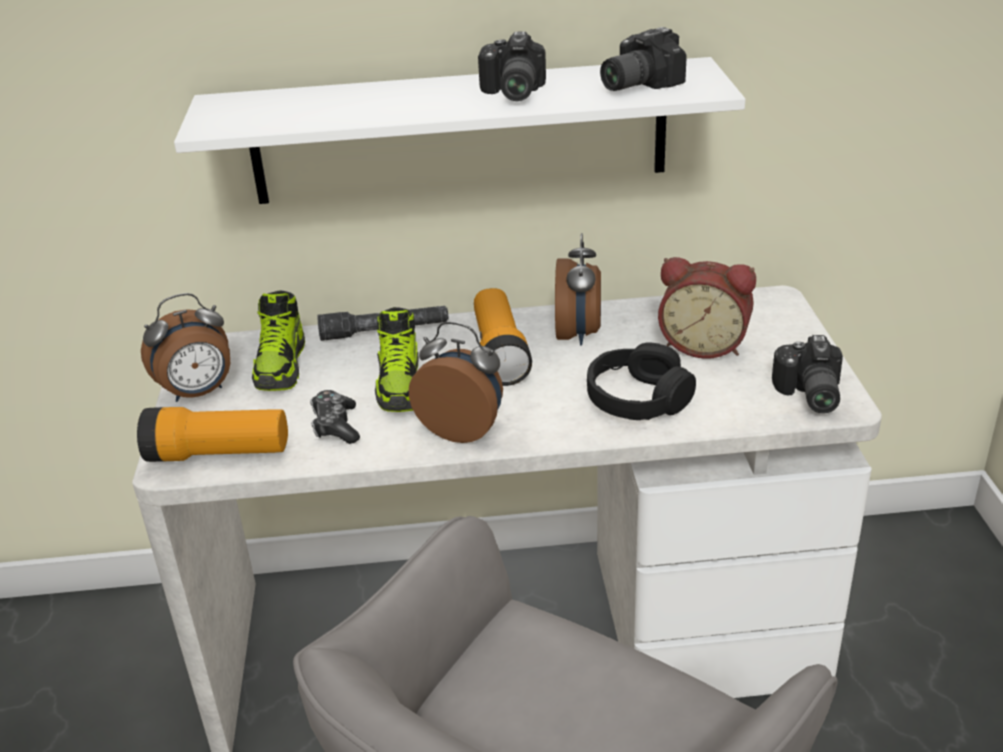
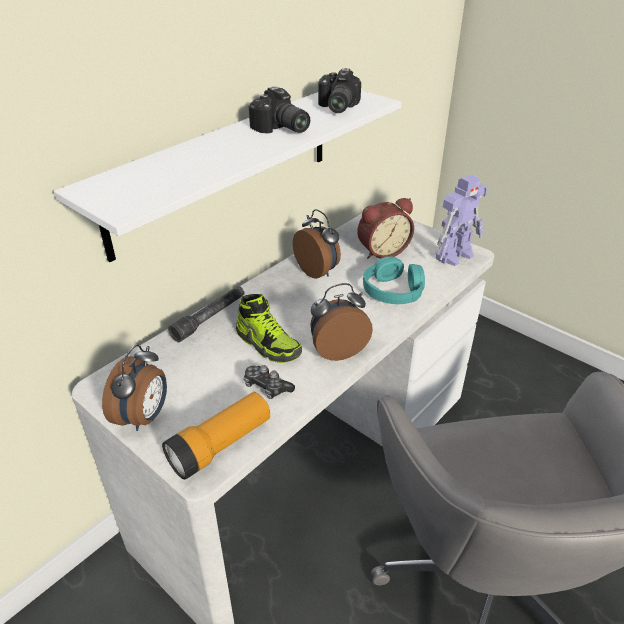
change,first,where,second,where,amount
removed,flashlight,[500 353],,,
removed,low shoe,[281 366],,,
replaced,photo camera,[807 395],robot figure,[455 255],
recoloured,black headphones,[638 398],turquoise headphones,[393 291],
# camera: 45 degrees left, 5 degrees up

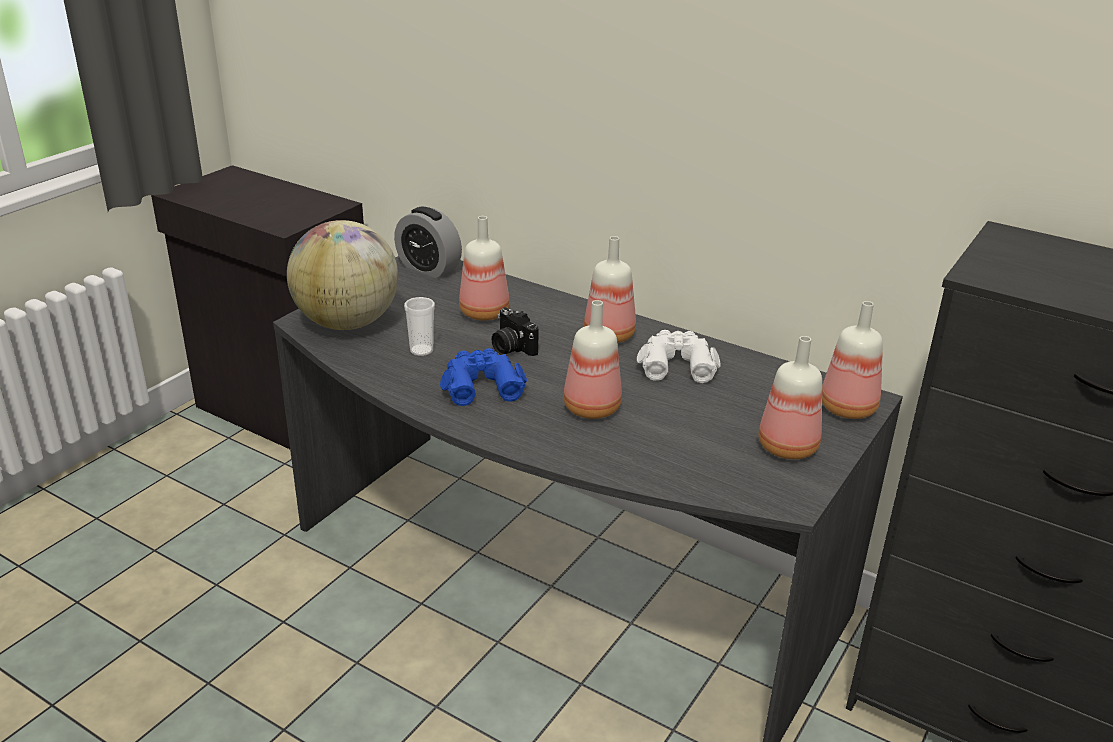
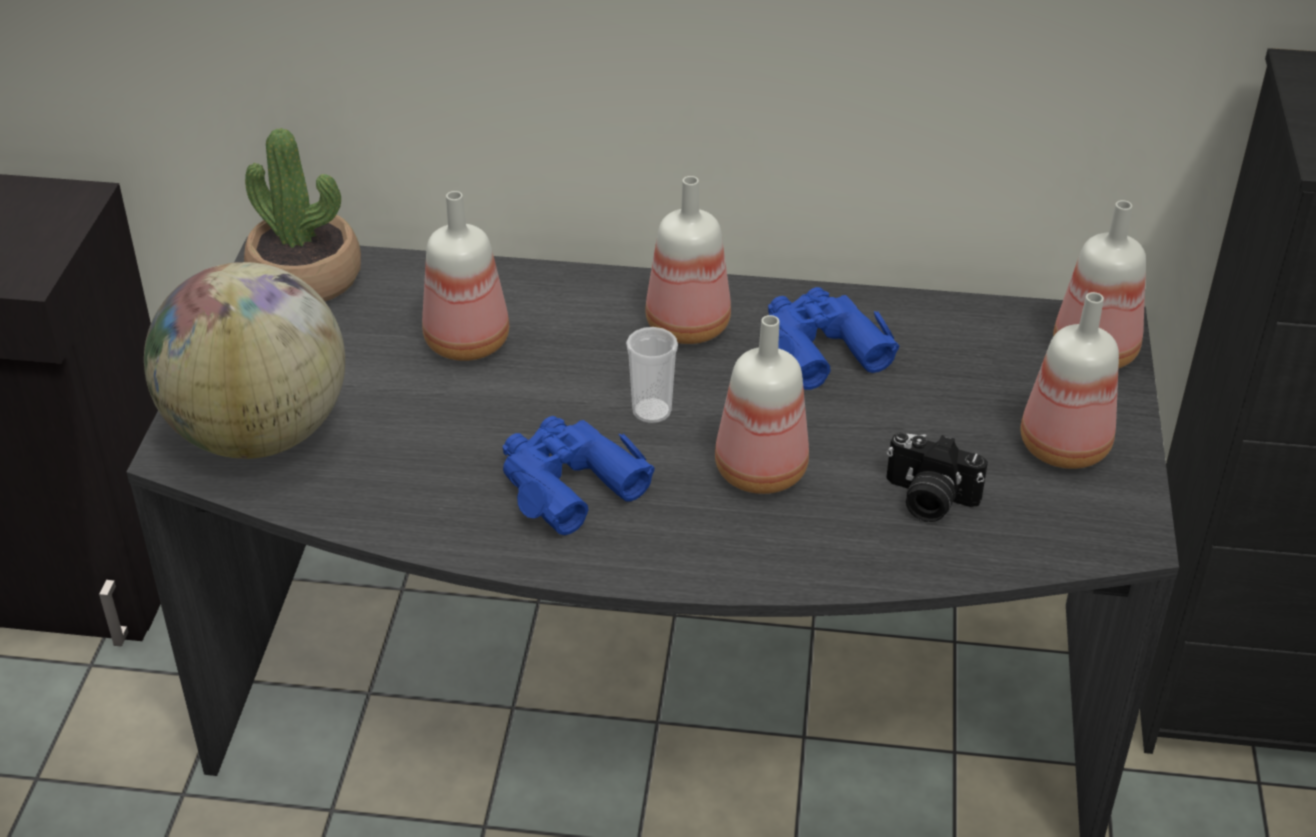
change,first,where,second,where,amount
replaced,alarm clock,[428 268],potted plant,[306 277],
moved,small cup,[421 350],,[651 411],
moved,photo camera,[511 347],,[928 500],
recoloured,whitish field glasses,[677 363],blue field glasses,[820 348],
# camera: 25 degrees left, 10 degrees up

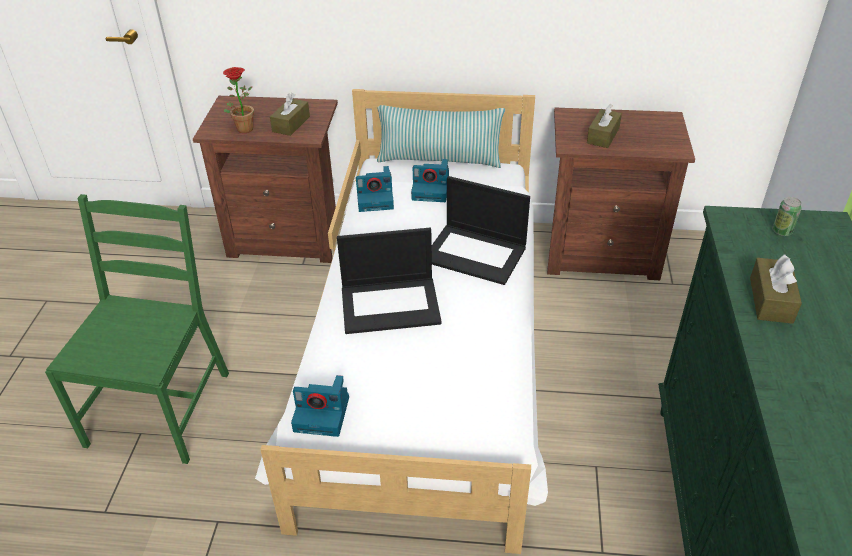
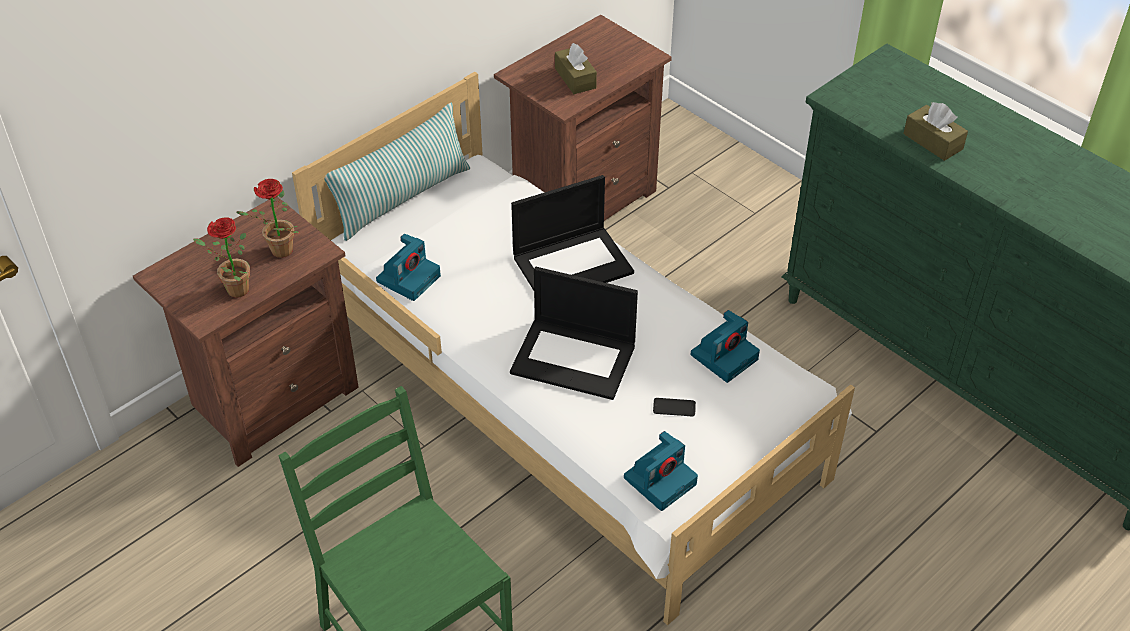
change,first,where,second,where,amount
replaced,brownish box of tissues,[291 124],potted plant,[277 252],
moved,photo camera,[432 190],,[724 356],
removed,sealed can,[782 231],,,
turned,portable computer,[391 304],,[575 358],75 degrees clockwise
added,,,handset,[674 407],
# camera: 50 degrees left, 5 degrees up

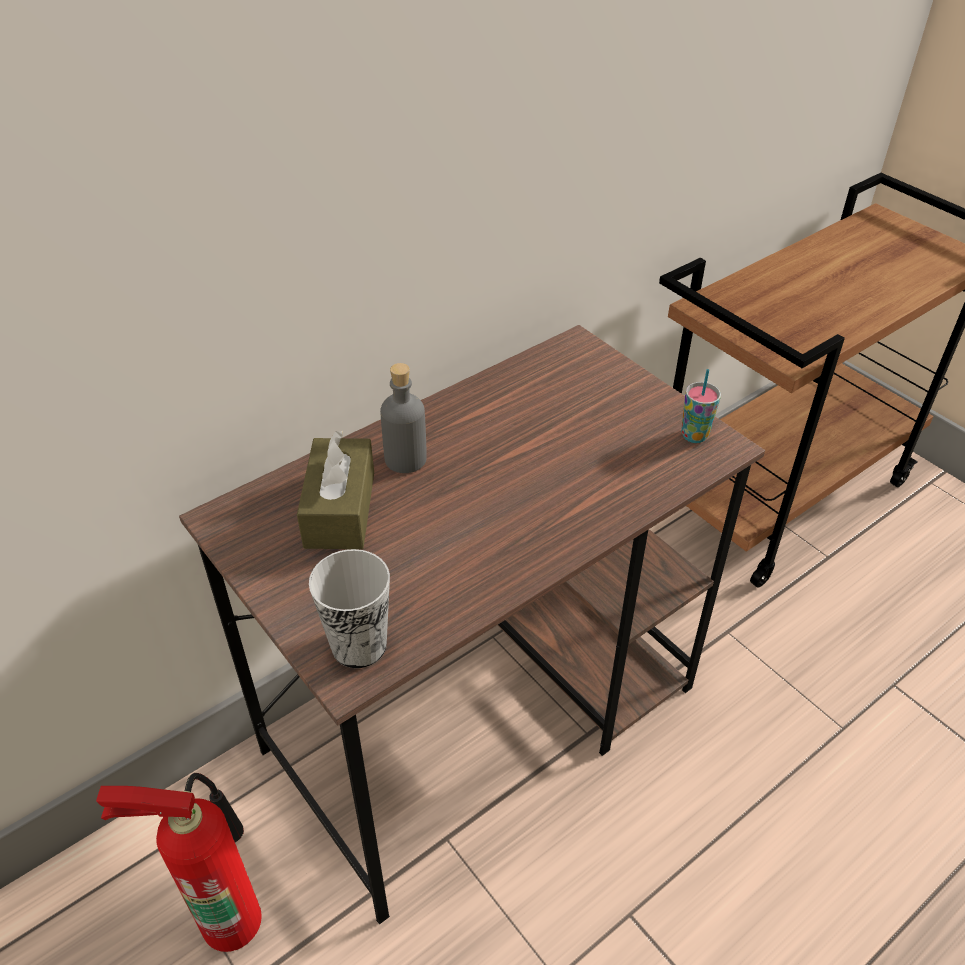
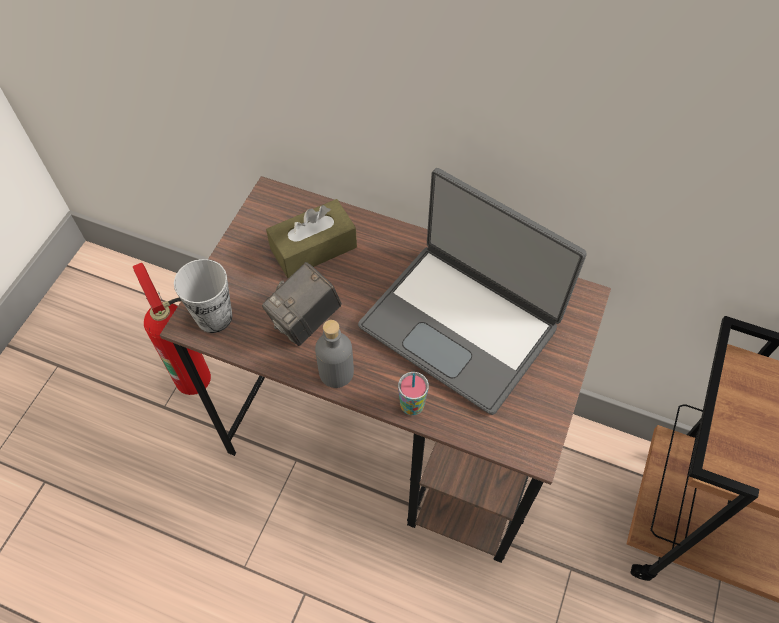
change,first,where,second,where,amount
moved,grey bottle,[405 459],,[336 372],
moved,small cup,[694 435],,[412 406],
added,,,portable computer,[461 325],
added,,,photo camera,[306 321],
# camera: 60 degrees right, 15 degrees up

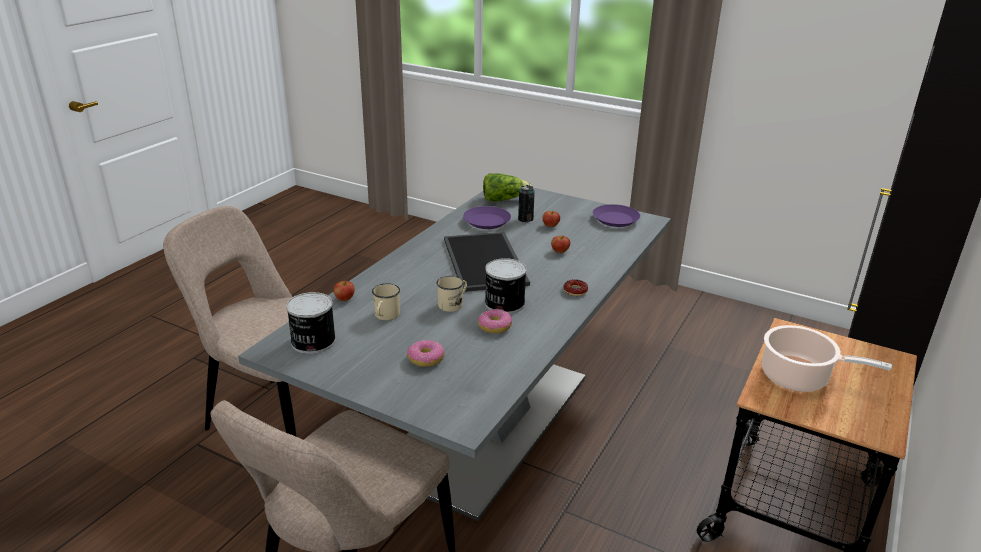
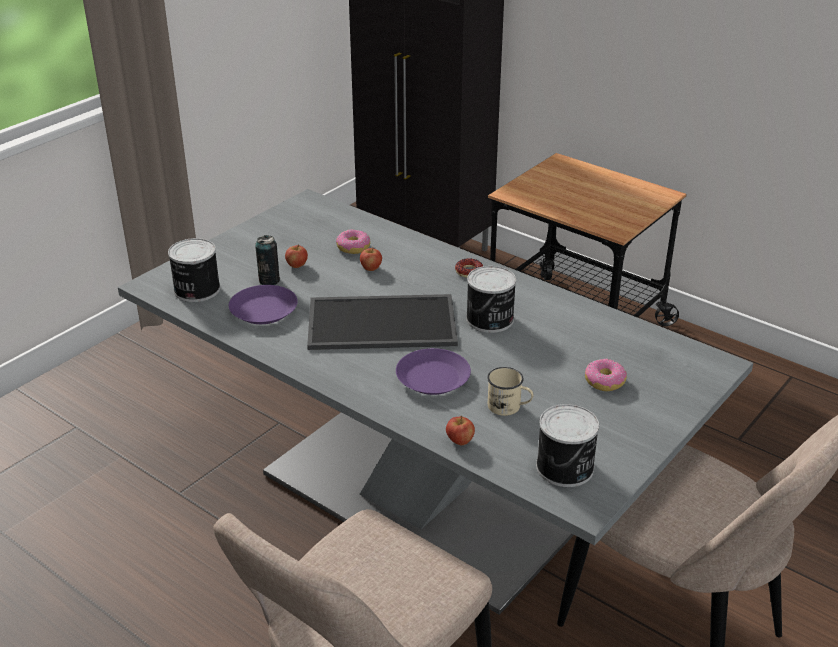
change,first,where,second,where,amount
replaced,head of lettuce,[504 199],sealed can,[196 290],
moved,purplish flat dish,[615 220],,[433 378],
removed,beige tea mug,[453 304],,,
moved,doughnut,[495 326],,[353 247],
removed,cooking pot,[799 378],,,
# camera: 80 degrees left, 5 degrees up

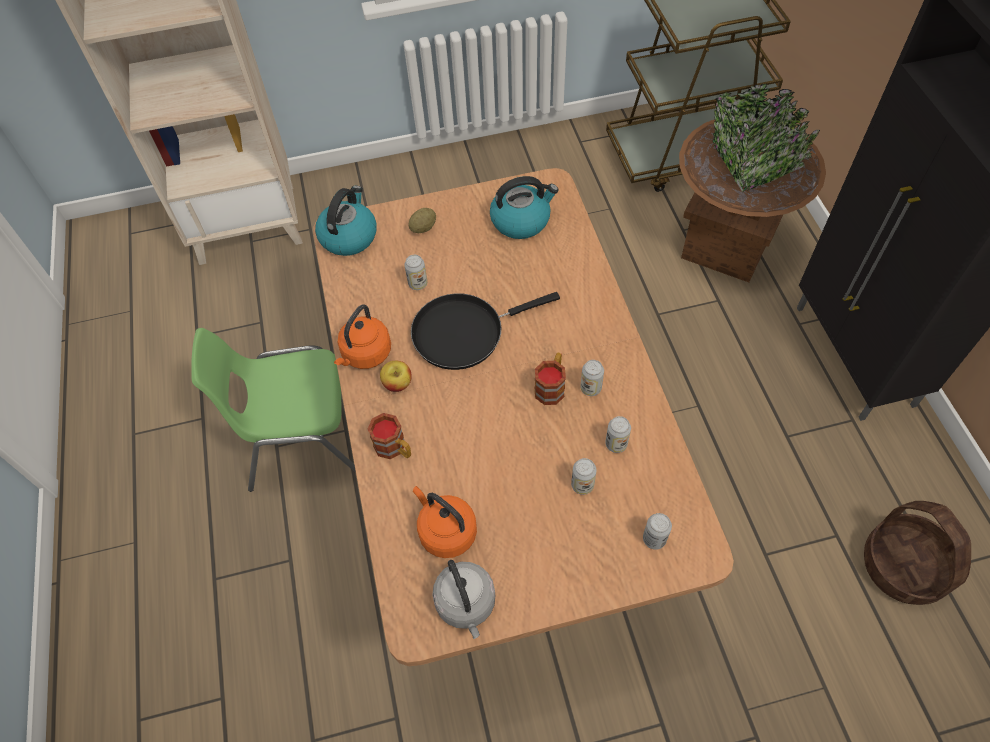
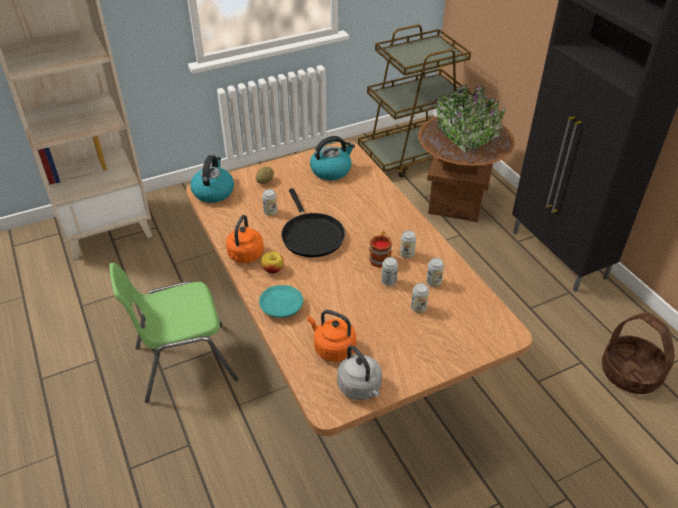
change,first,where,second,where,amount
turned,black frying pan,[464 332],,[311 235],75 degrees counterclockwise
replaced,tea mug,[394 448],turquoise flat dish,[282 306],
moved,sealed can,[654 539],,[388 281],
# camera: 15 degrees left, 15 degrees down

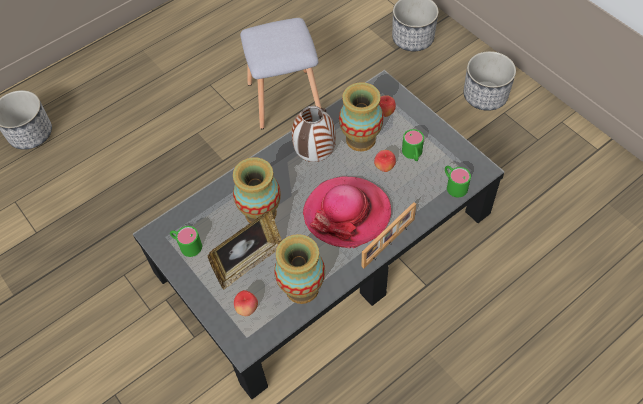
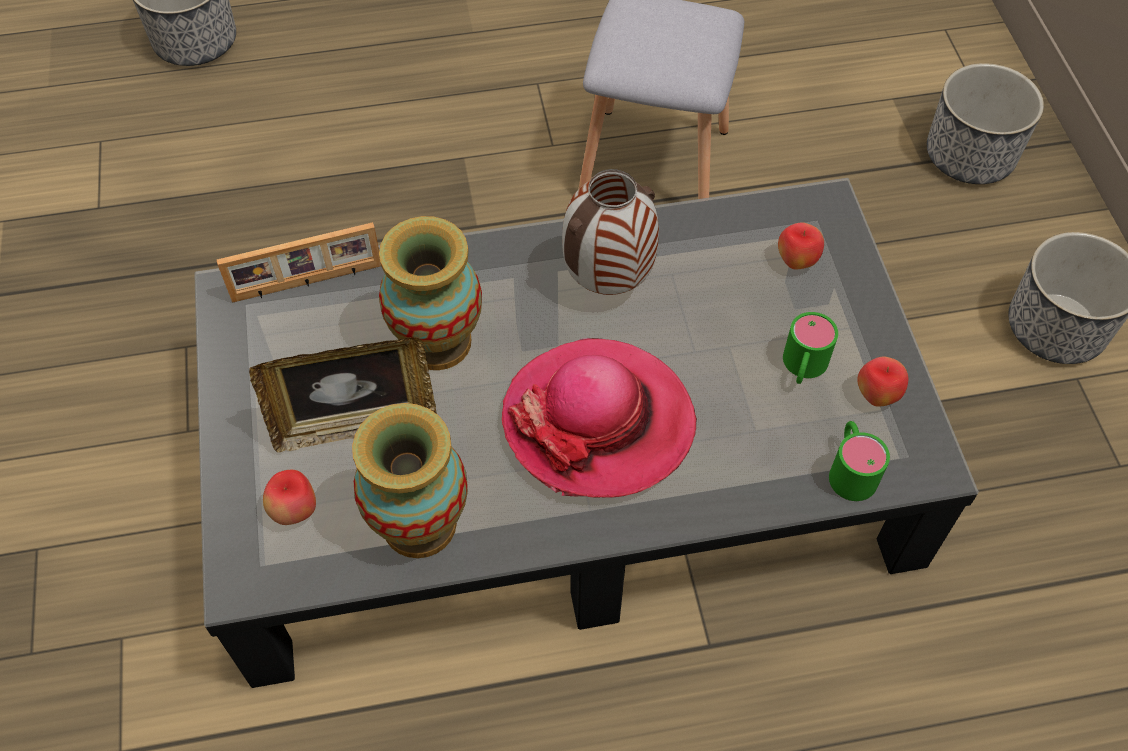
change,first,where,second,where,amount
removed,flower vase,[360 139],,,
moved,apple fruit,[384 167],,[877 395],
moved,standing frame,[389 243],,[308 283],
removed,green-coloured tea mug,[186 245],,,
# camera: 25 degrees right, 0 degrees up

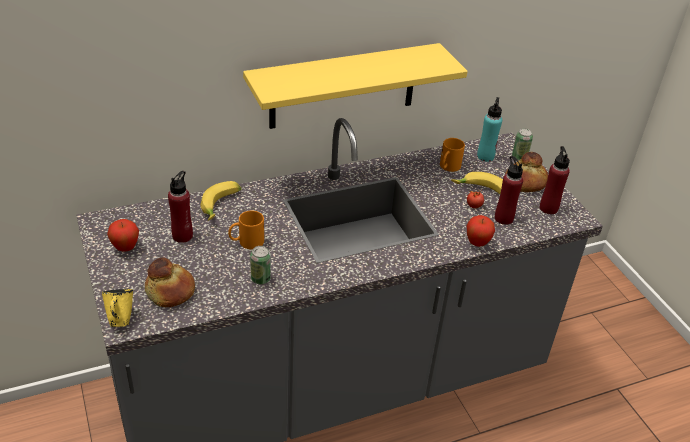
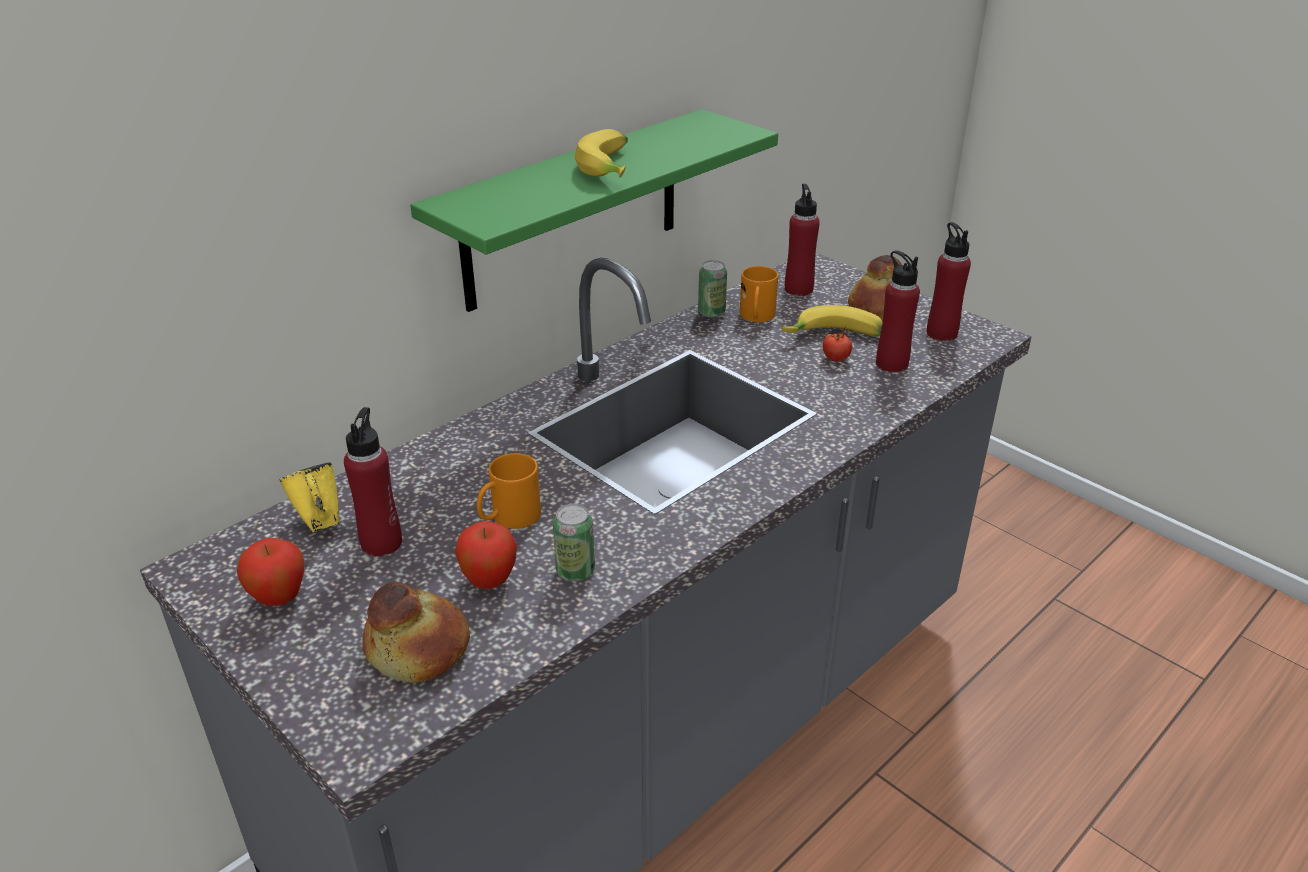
change,first,where,second,where,amount
recoloured,yellow-coloured bracket shelf,[343 86],green-coloured bracket shelf,[573 210],
recoloured,turquoise bottle,[485 156],red bottle,[798 289],
moved,sealed can,[519 157],,[711 312],
moved,banana,[221 206],,[612 169],
moved,apple fruit,[477 243],,[489 581],
moved,yellow-coloured tea mug,[120 320],,[320 523],
# camera: 20 degrees left, 5 degrees down

